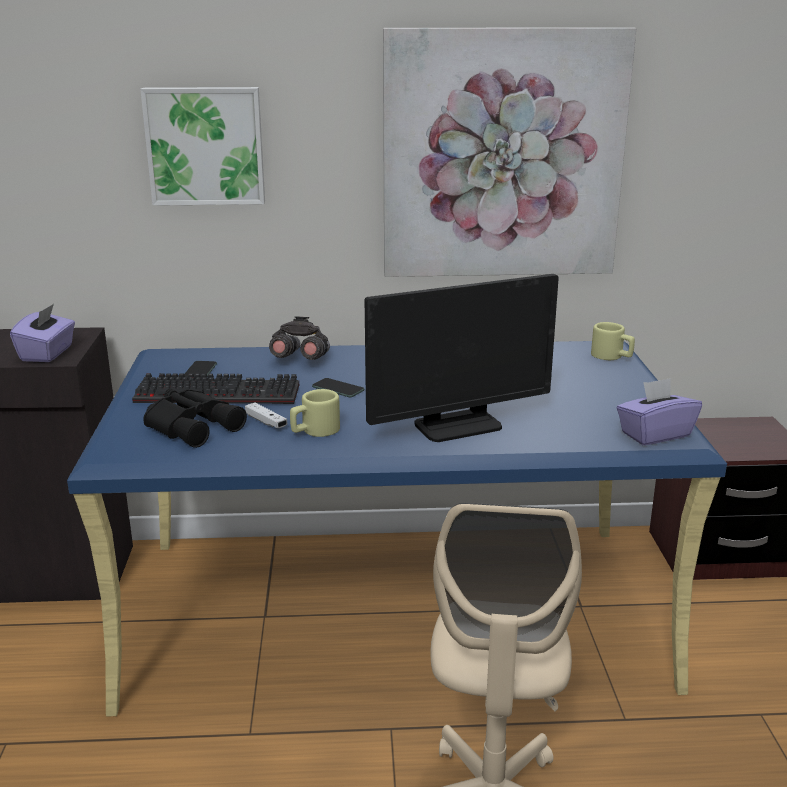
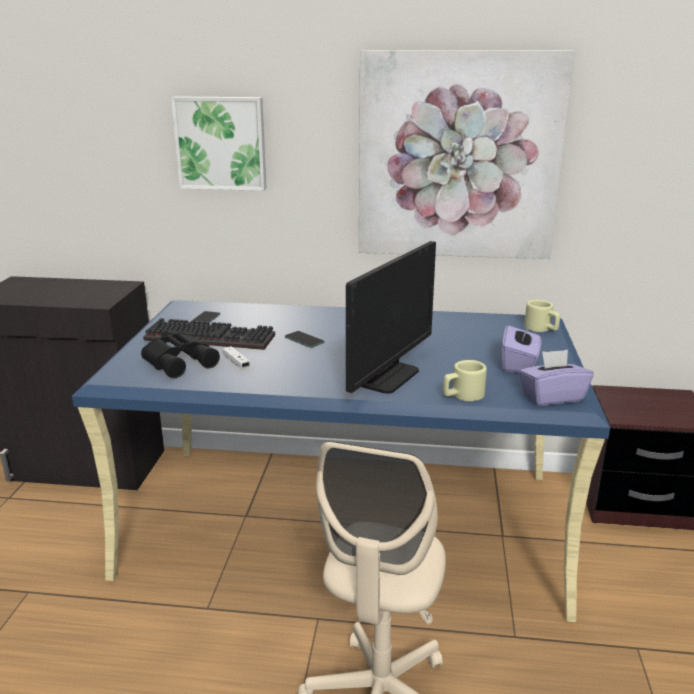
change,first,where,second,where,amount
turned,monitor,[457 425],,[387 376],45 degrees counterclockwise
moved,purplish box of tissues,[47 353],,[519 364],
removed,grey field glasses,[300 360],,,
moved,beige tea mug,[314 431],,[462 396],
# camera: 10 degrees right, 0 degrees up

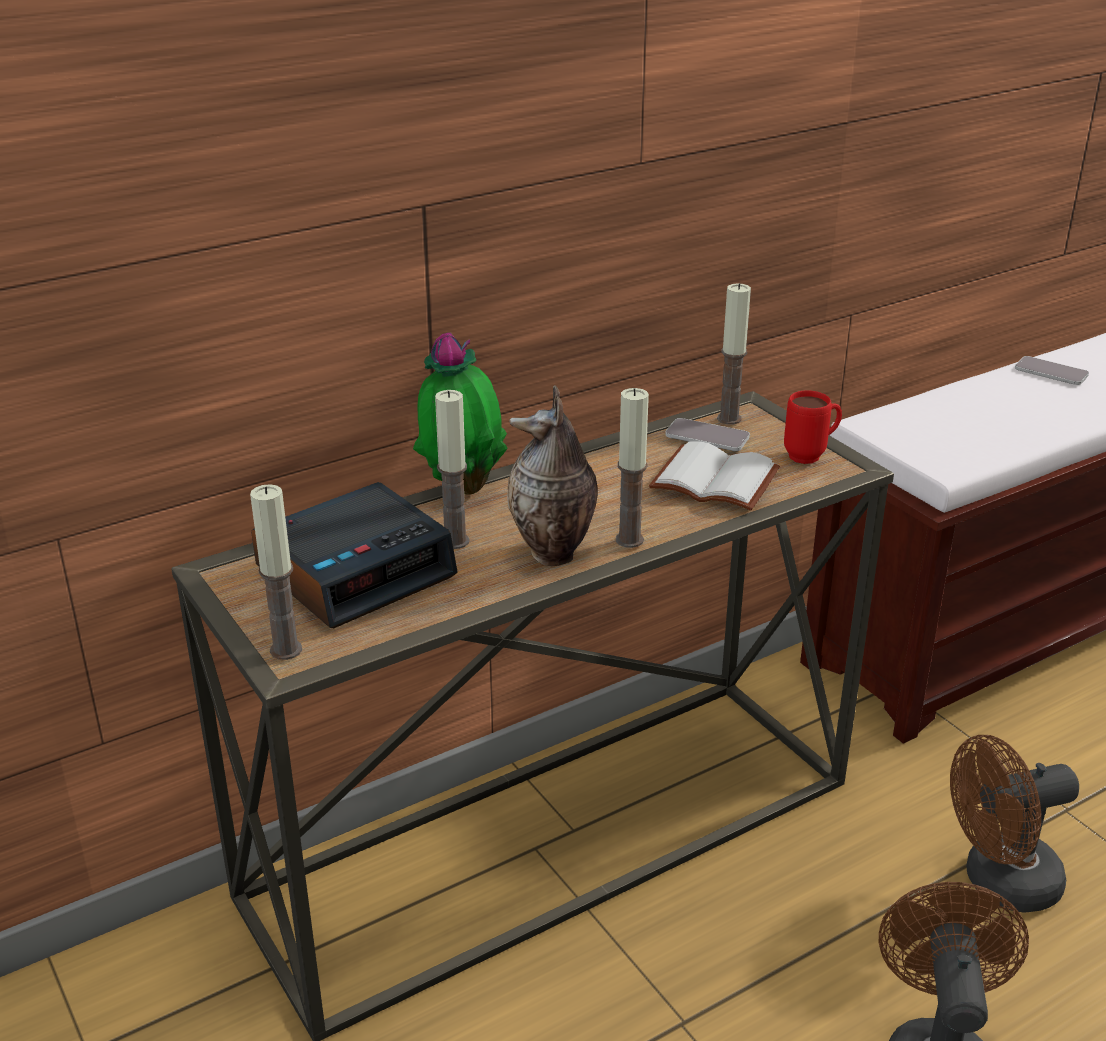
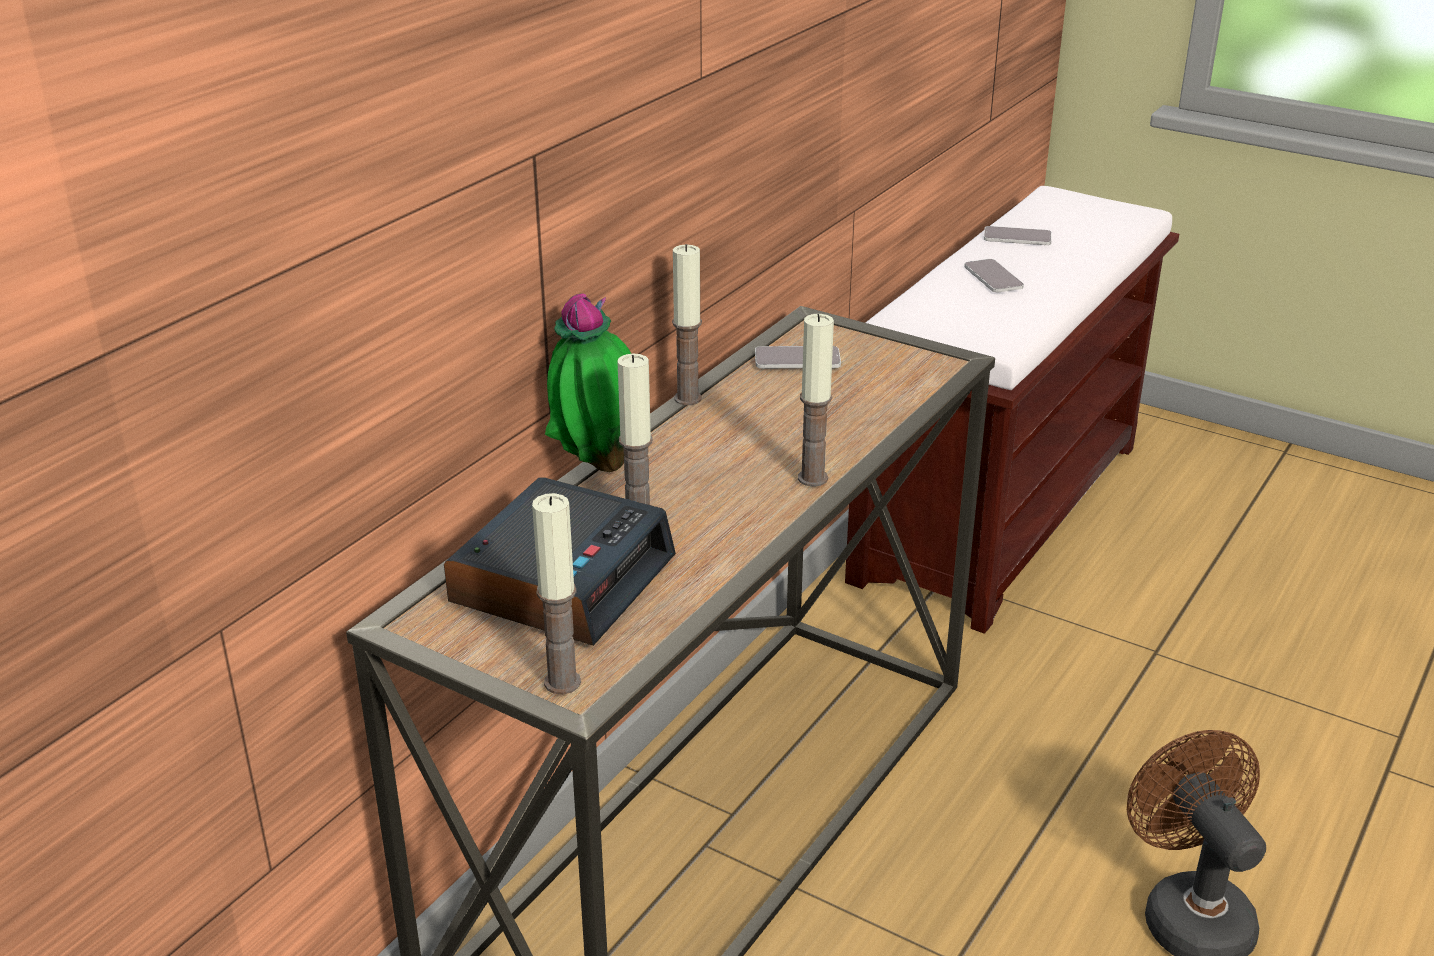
change,first,where,second,where,amount
moved,candle,[729 419],,[687 398],
removed,flower vase,[554 554],,,
removed,red tea mug,[811 455],,,
removed,whitish bound book,[711 482],,,
removed,brownish cooling fan,[999 883],,,
added,,,handset,[993 277],
# camera: 25 degrees left, 0 degrees up

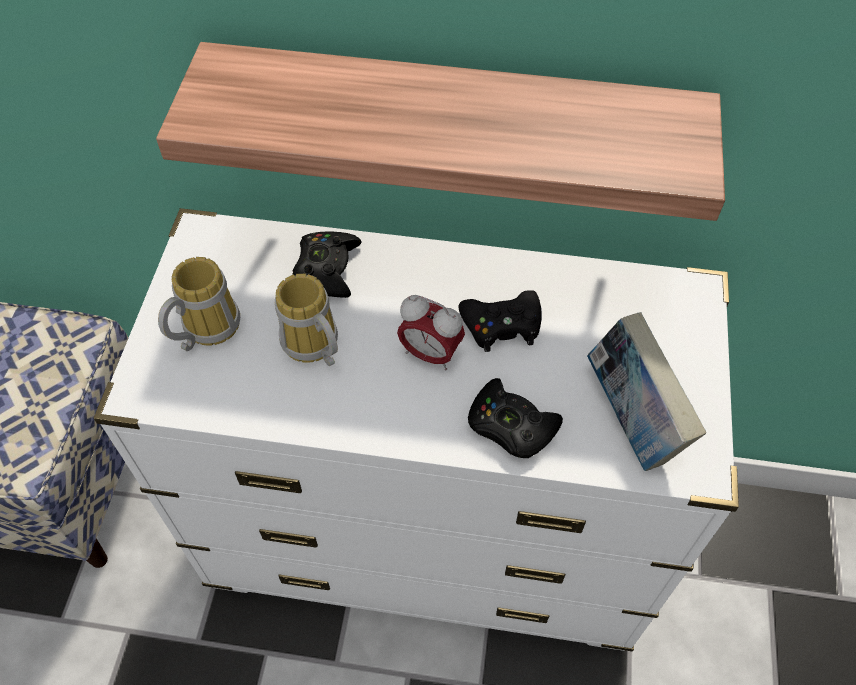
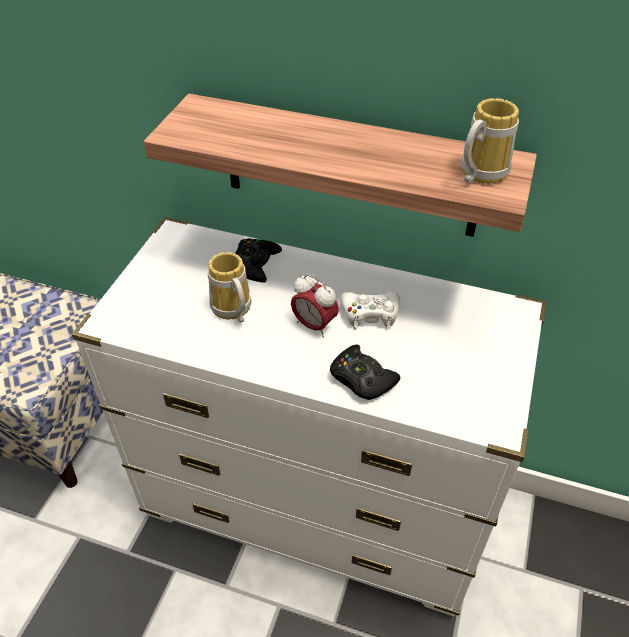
change,first,where,second,where,amount
moved,tea mug,[204 329],,[478 173],
recoloured,black gamepad,[502 325],whitish gamepad,[370 314],
removed,bound book,[631 420],,,
# camera: 10 degrees right, 10 degrees down

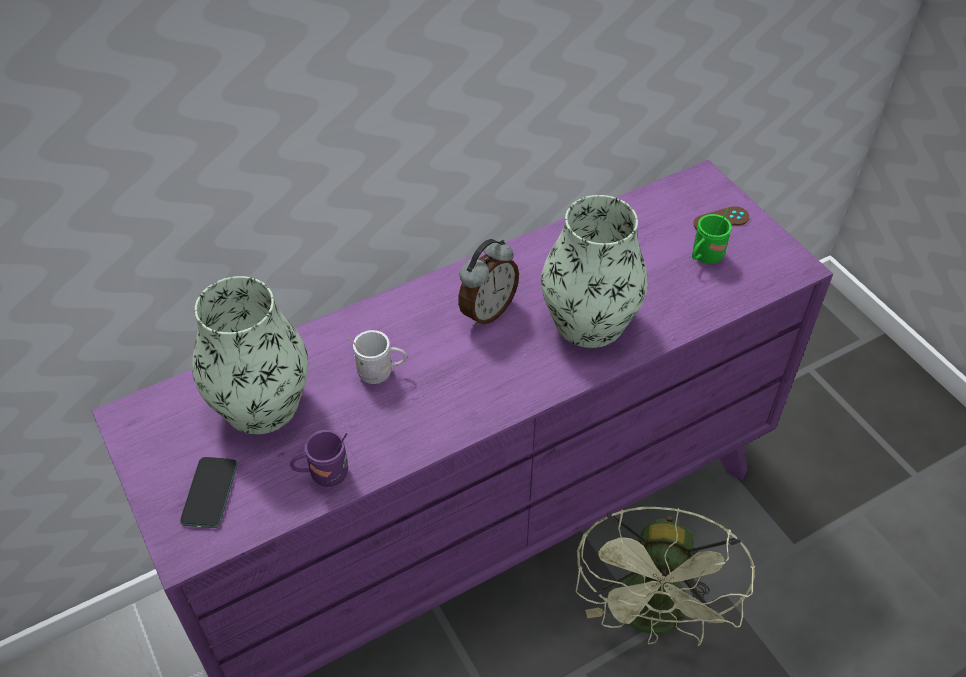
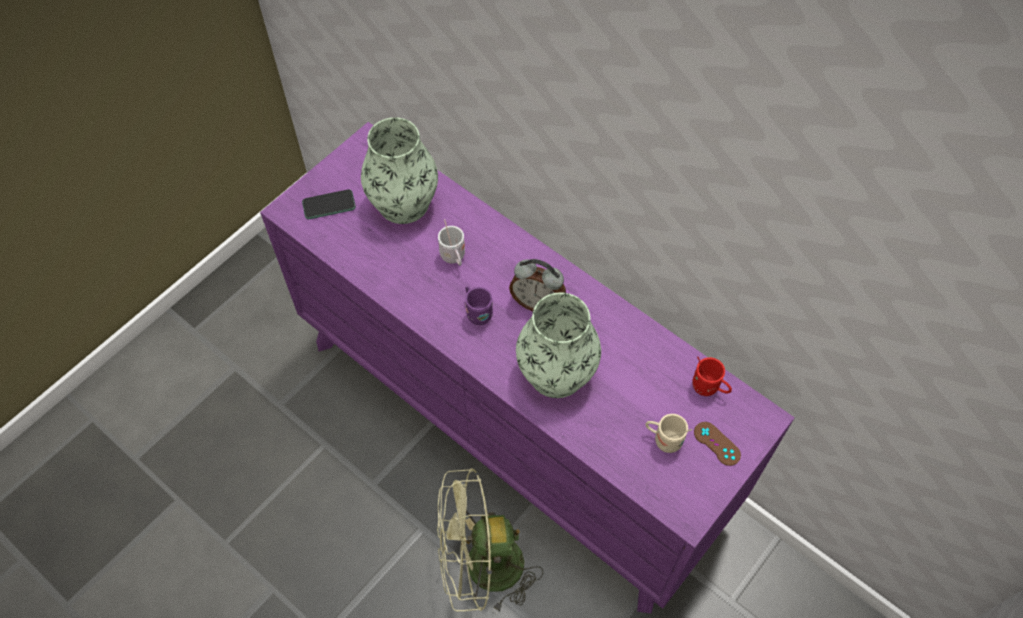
change,first,where,second,where,amount
recoloured,green-coloured tea mug,[704 258],beige tea mug,[663 440],
moved,purplish tea mug,[323 475],,[477 312],
added,,,red tea mug,[708 388],
# camera: 70 degrees right, 10 degrees up

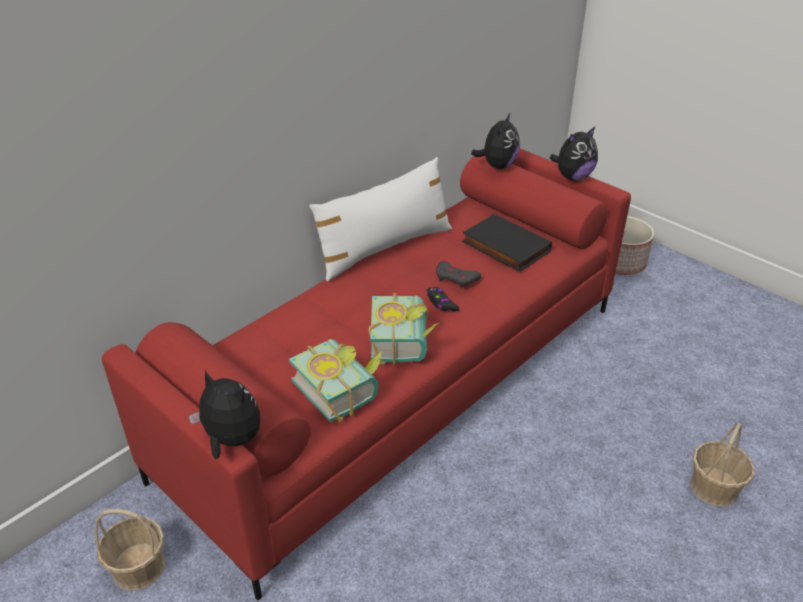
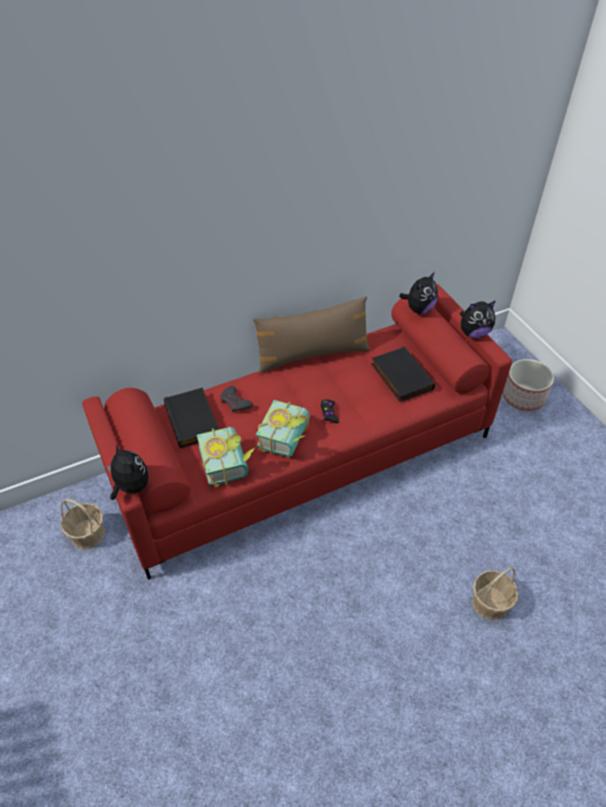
change,first,where,second,where,amount
recoloured,whitish throw pillow,[384 248],brownish throw pillow,[312 355],
moved,grey gamepad,[456 278],,[235 402],
added,,,black bound book,[193 420],
# camera: 20 degrees right, 10 degrees up

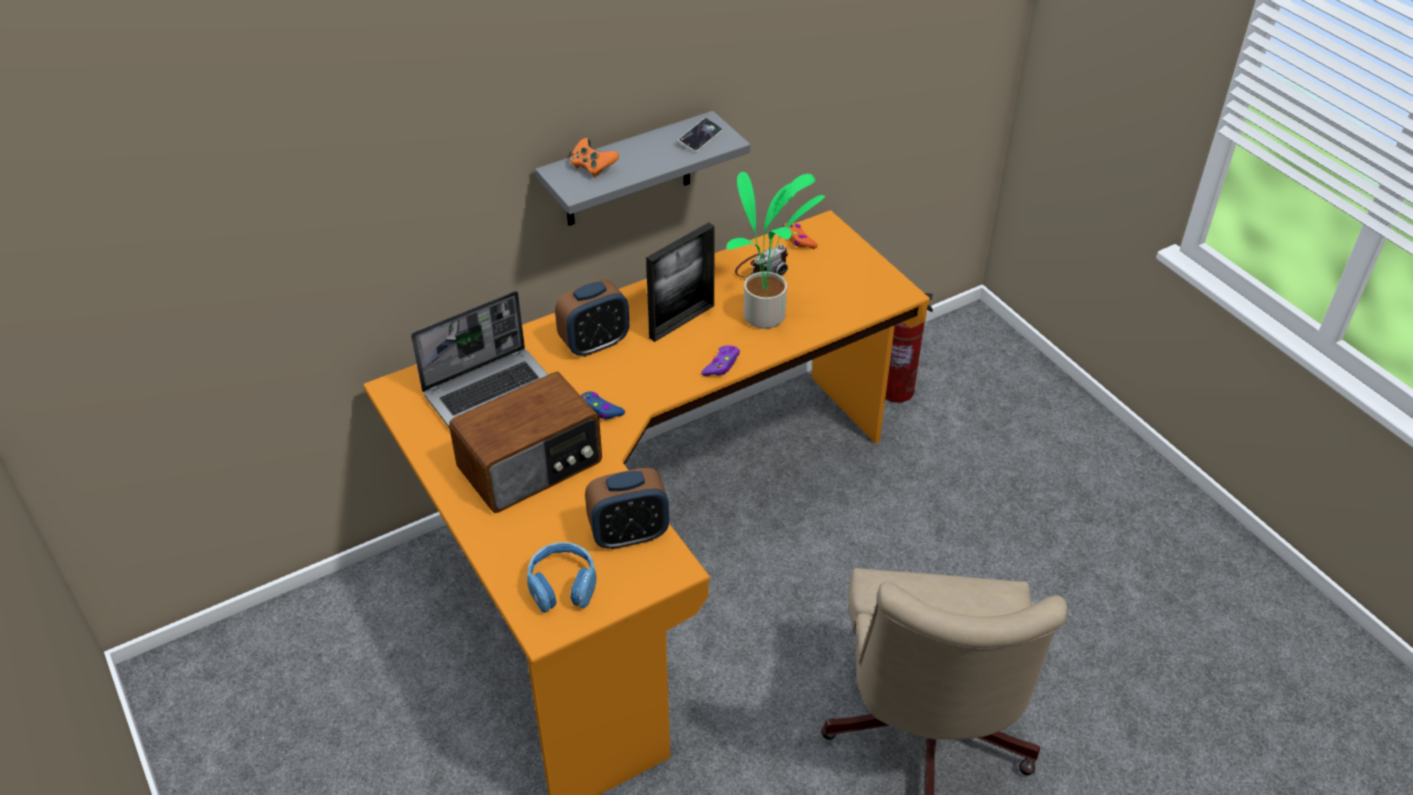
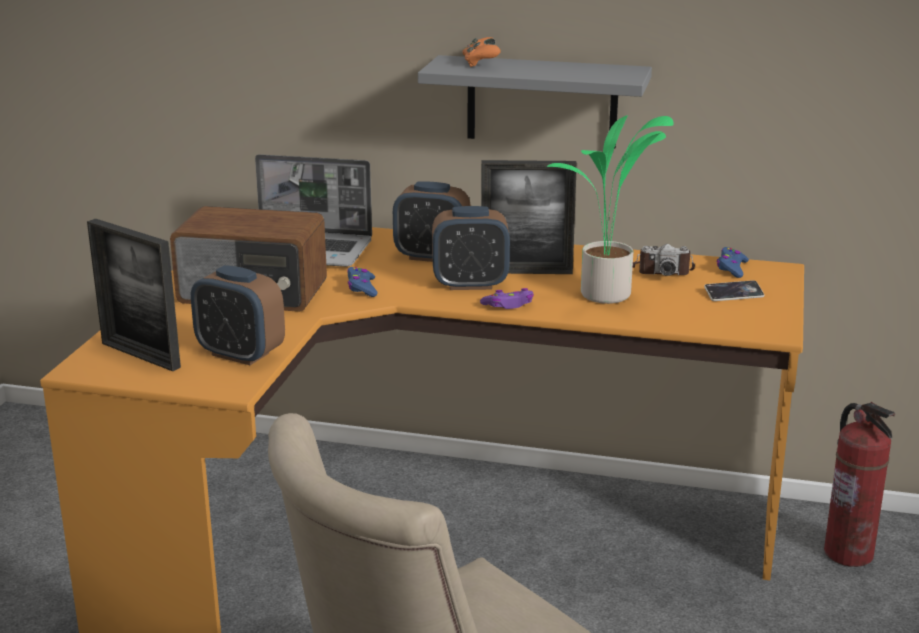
change,first,where,second,where,amount
moved,handset,[700 138],,[733 294],
recoloured,orange gamepad,[798 240],blue gamepad,[731 268],
replaced,blue headphones,[562 585],standing frame,[140 355],
added,,,alarm clock,[470 284],
# camera: 45 degrees right, 20 degrees down

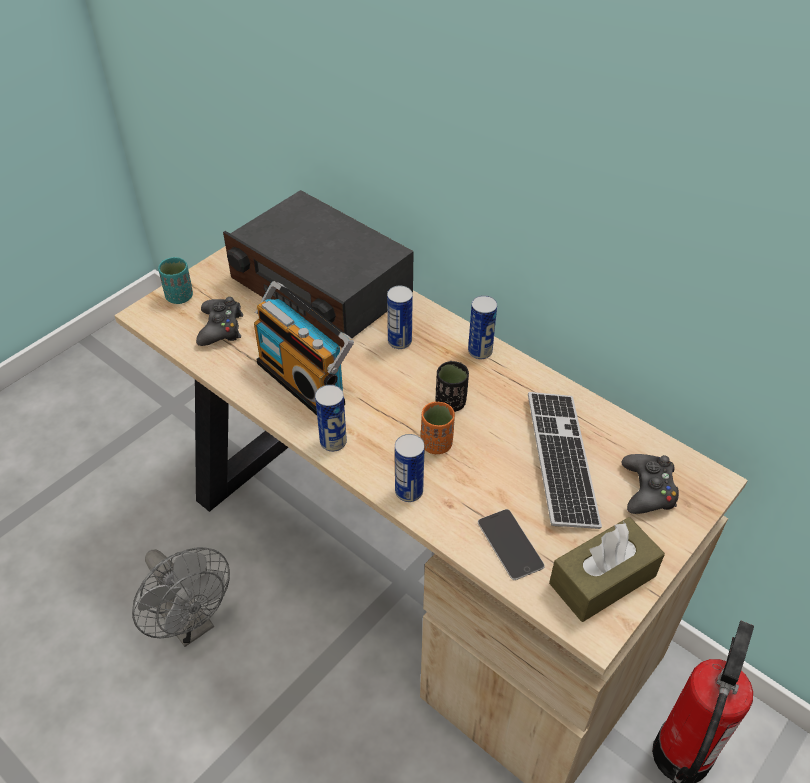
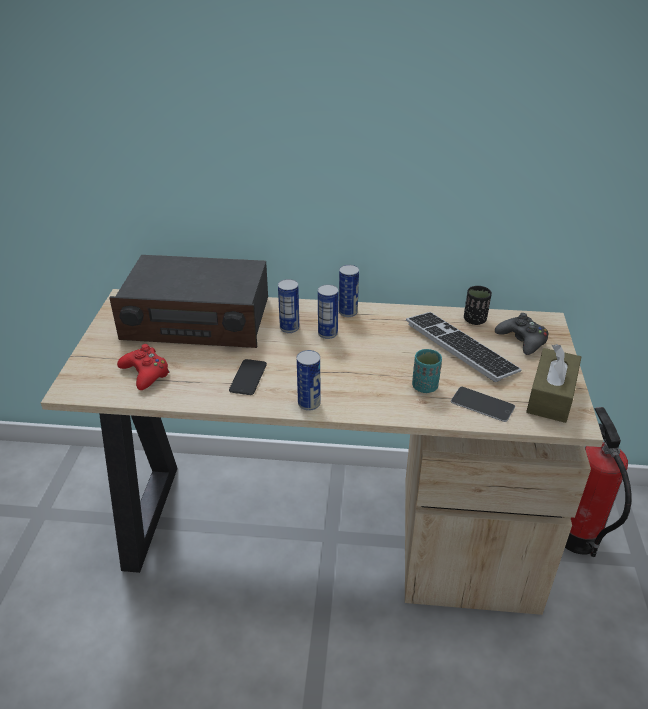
change,first,where,second,where,amount
moved,turquoise small cup,[179 297],,[425 386],
replaced,radio set,[305 381],handset,[248 377],
recoloured,black gamepad,[221 328],red gamepad,[145 373],
moved,black small cup,[450 403],,[475 320],
removed,orange small cup,[436 444],,,
moved,sealed can,[409 491],,[327 333],
removed,grey cooling fan,[191 624],,,
# camera: 35 degrees left, 10 degrees down

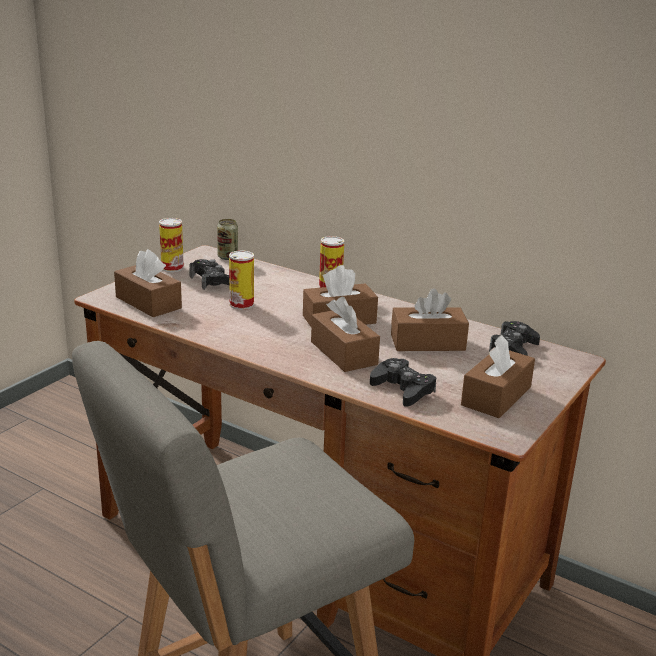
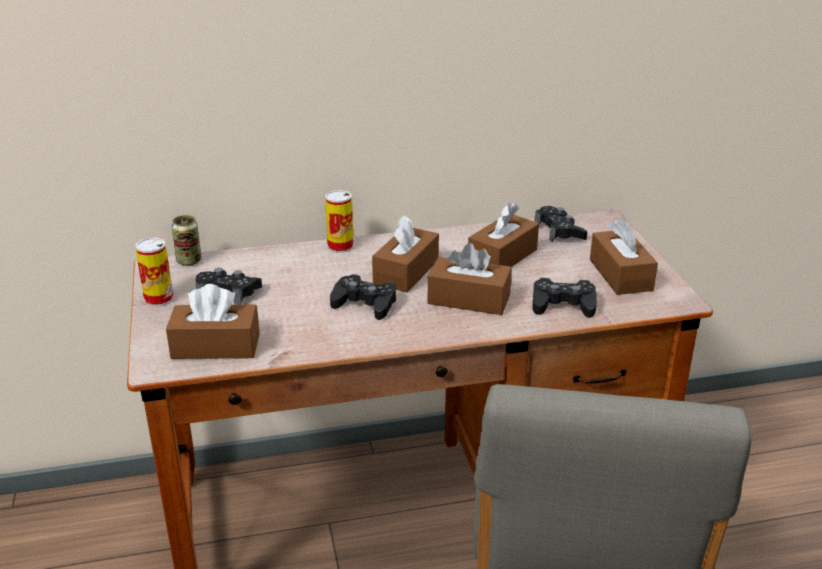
change,first,where,second,where,amount
removed,sealed can,[241 304],,,
added,,,black gamepad,[365 304],
# camera: 45 degrees left, 5 degrees up

